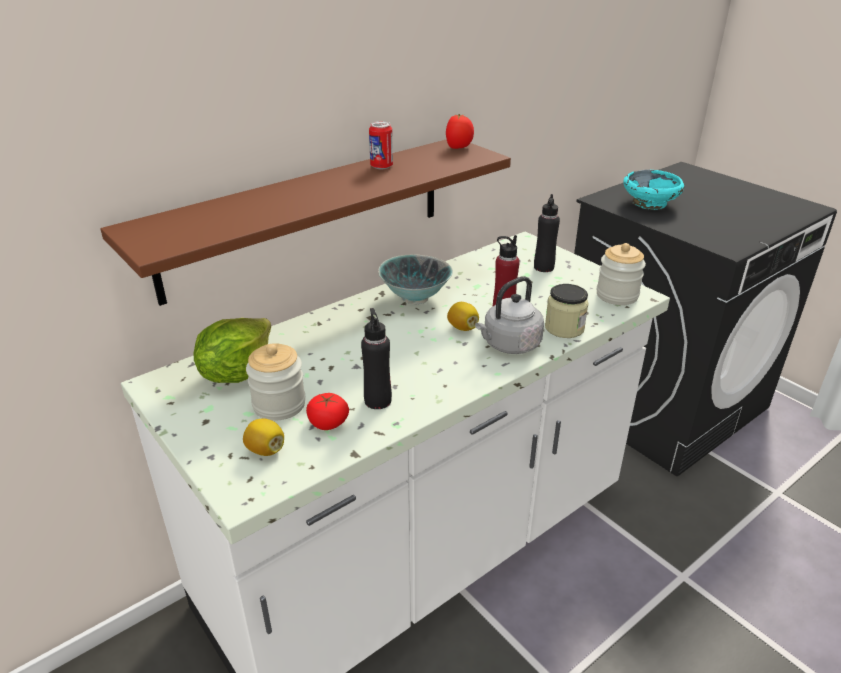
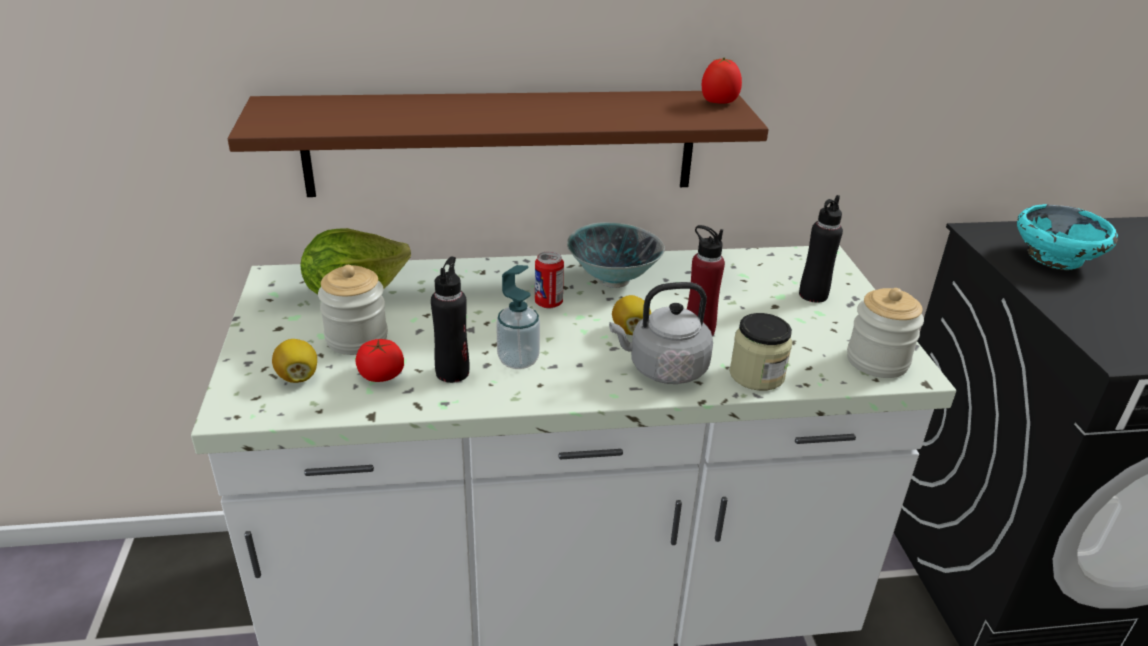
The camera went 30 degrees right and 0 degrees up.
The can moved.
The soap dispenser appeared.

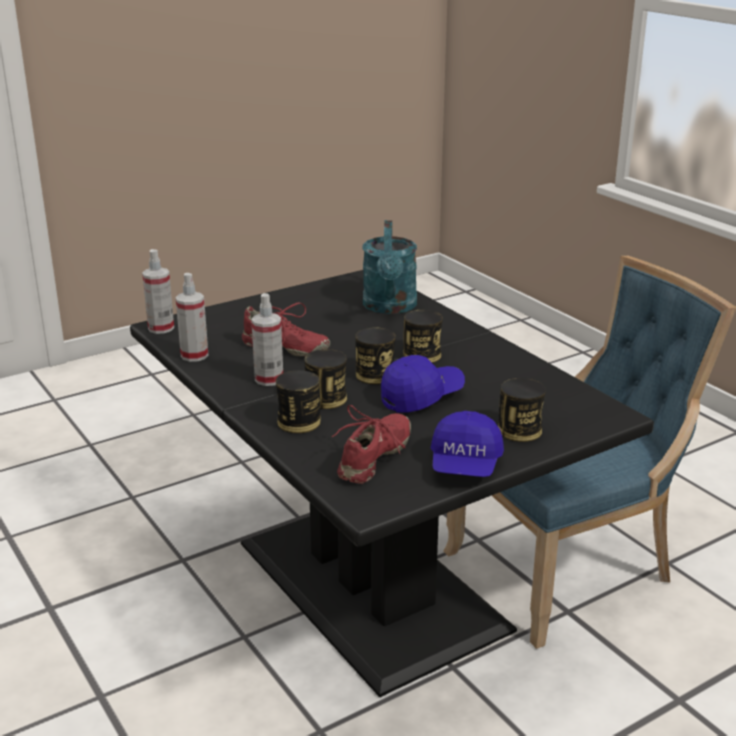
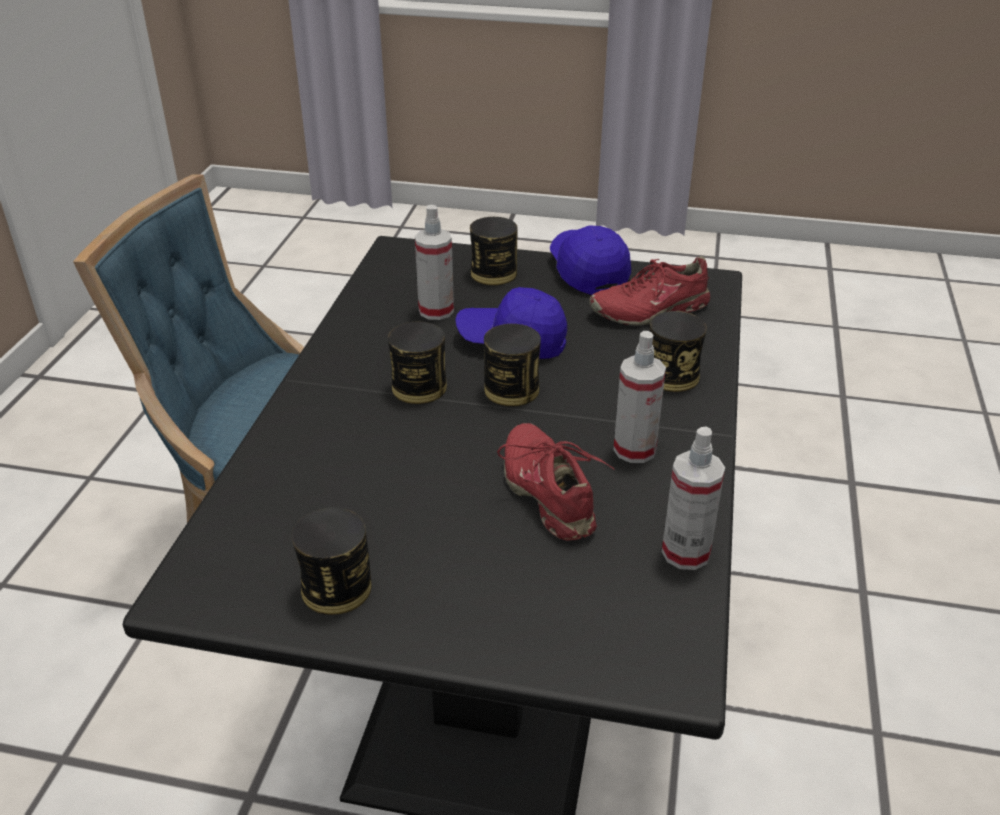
The camera went 135 degrees left and 10 degrees up.
The spray bottle (no. 1 from left) moved.
The can (no. 2 from left in the first image) moved.
The watering can/turquoise disappeared.
The cap/blue (no. 2 from left) turned 75 degrees counterclockwise.

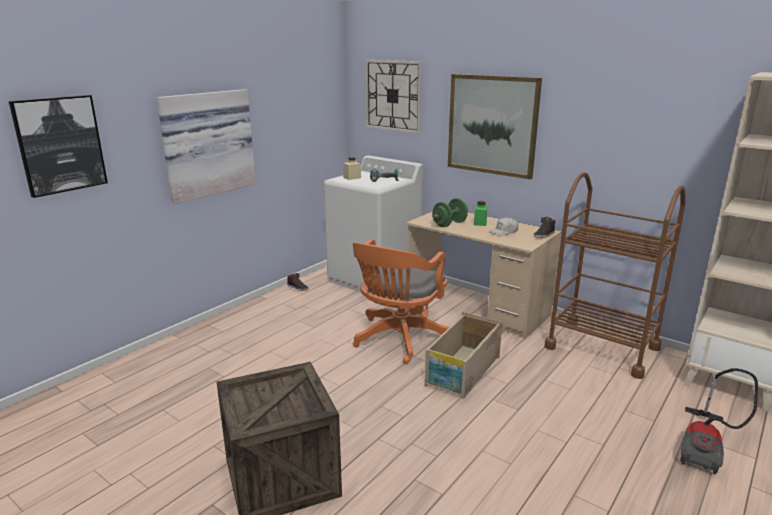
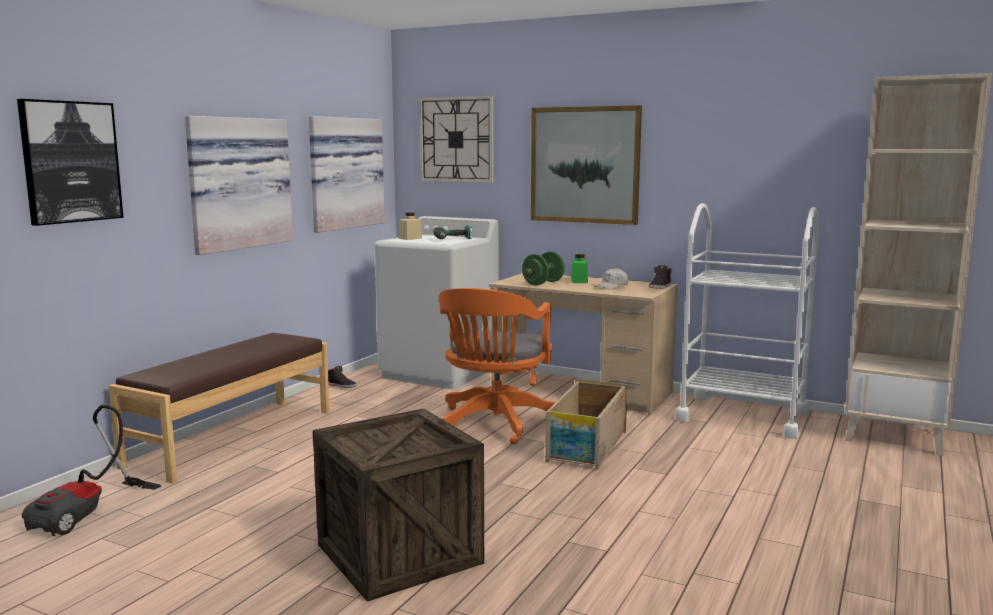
The camera went 10 degrees left and 10 degrees down.
The cart/brown became the cart/white.
The vacuum cleaner moved.
The bench/brown appeared.
The picture (no. 3 from left) appeared.

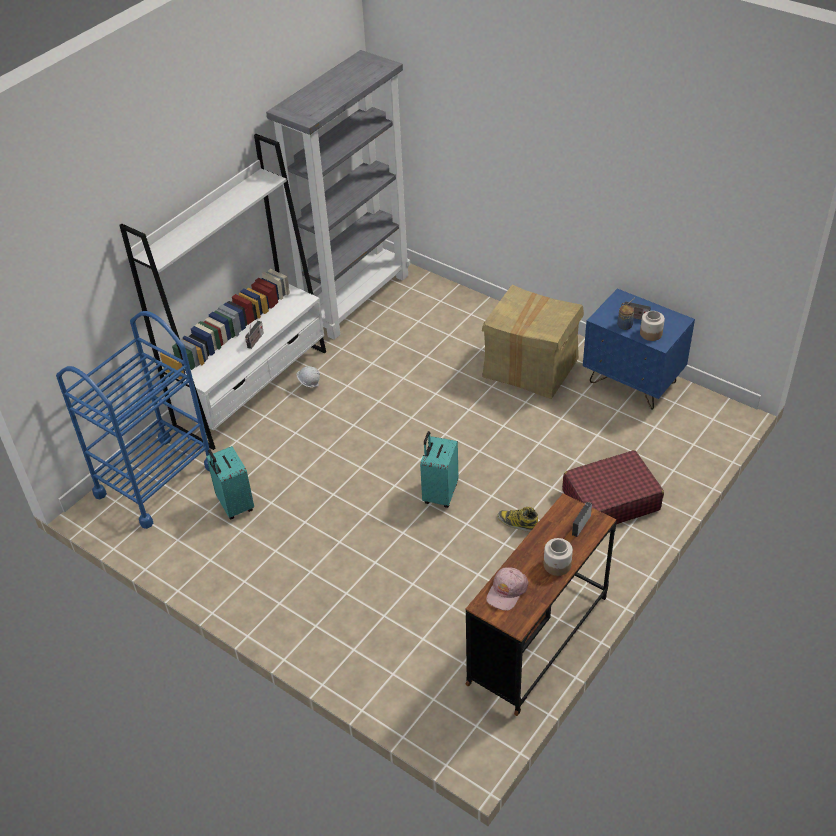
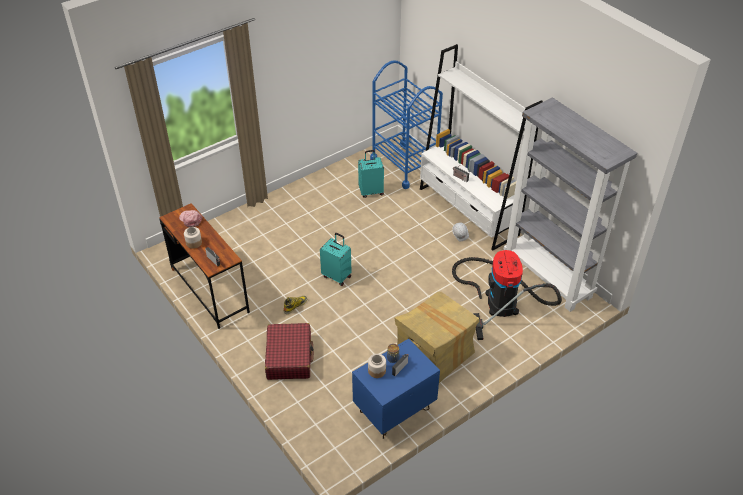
The camera went 105 degrees right and 0 degrees up.
The vacuum cleaner appeared.

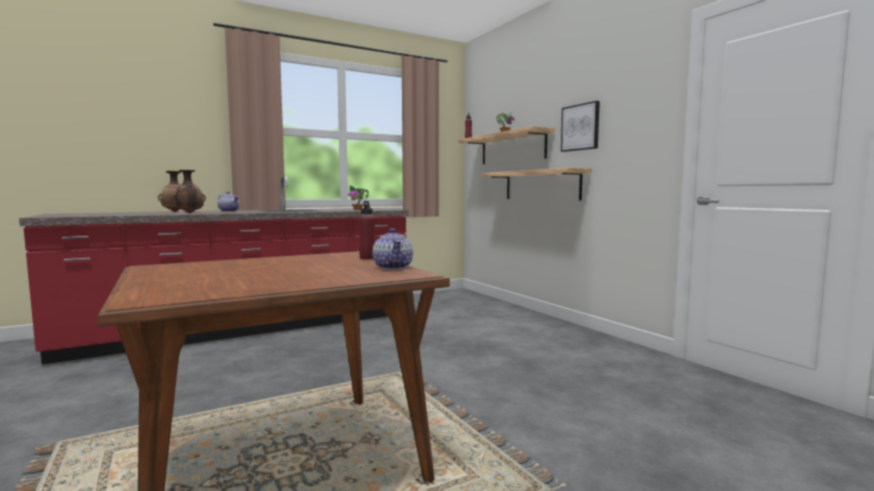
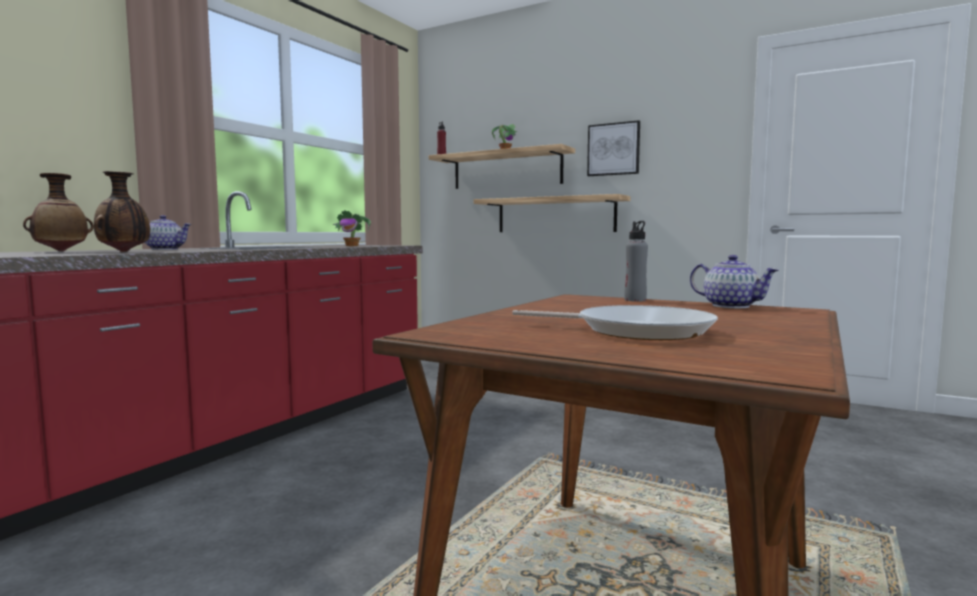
The camera went 30 degrees left and 0 degrees up.
The bottle/red (no. 1 from left) became the bottle/grey.
The frying pan appeared.

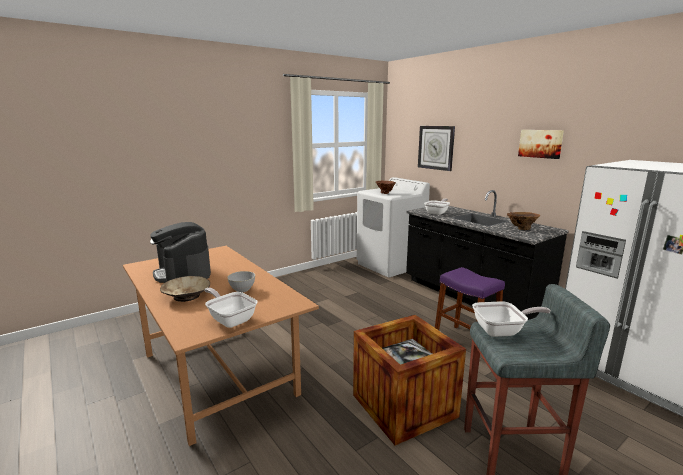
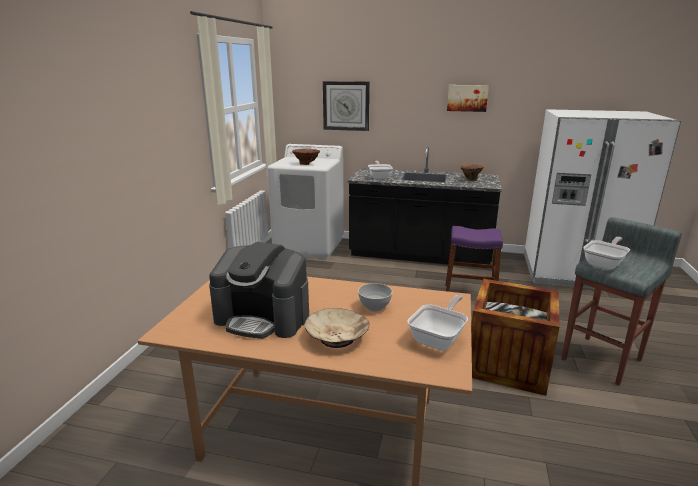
The camera went 40 degrees left and 5 degrees up.
The frying pan (no. 1 from left in the first image) turned 120 degrees clockwise.

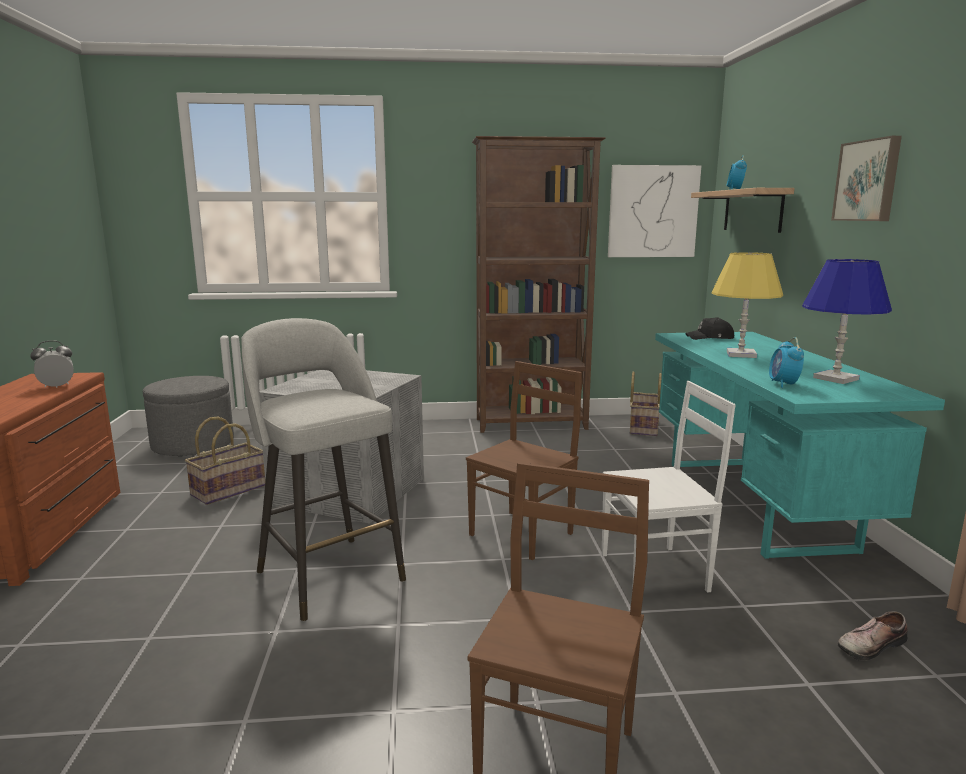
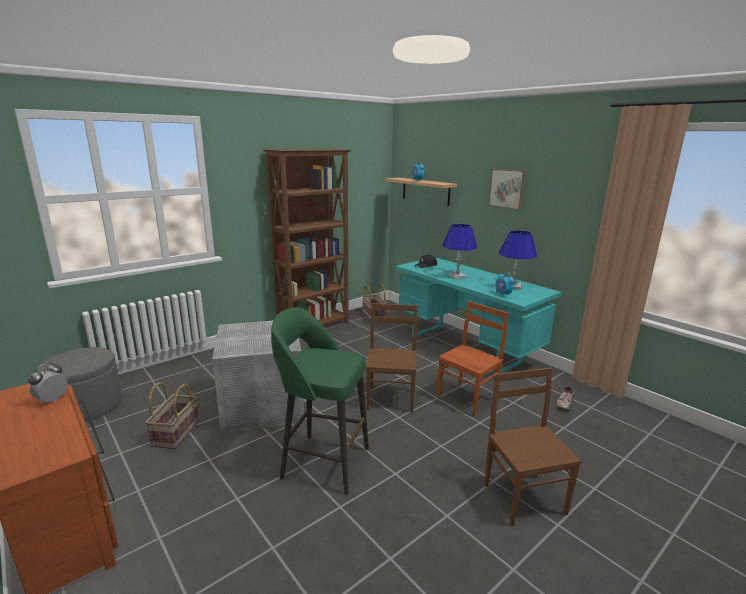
The camera went 35 degrees left and 5 degrees up.
The stool/grey became the stool/green.
The chair/white became the chair/brown (no. 2 from left).
The picture (no. 1 from left) disappeared.
The table lamp/yellow became the table lamp/blue (no. 1 from left).

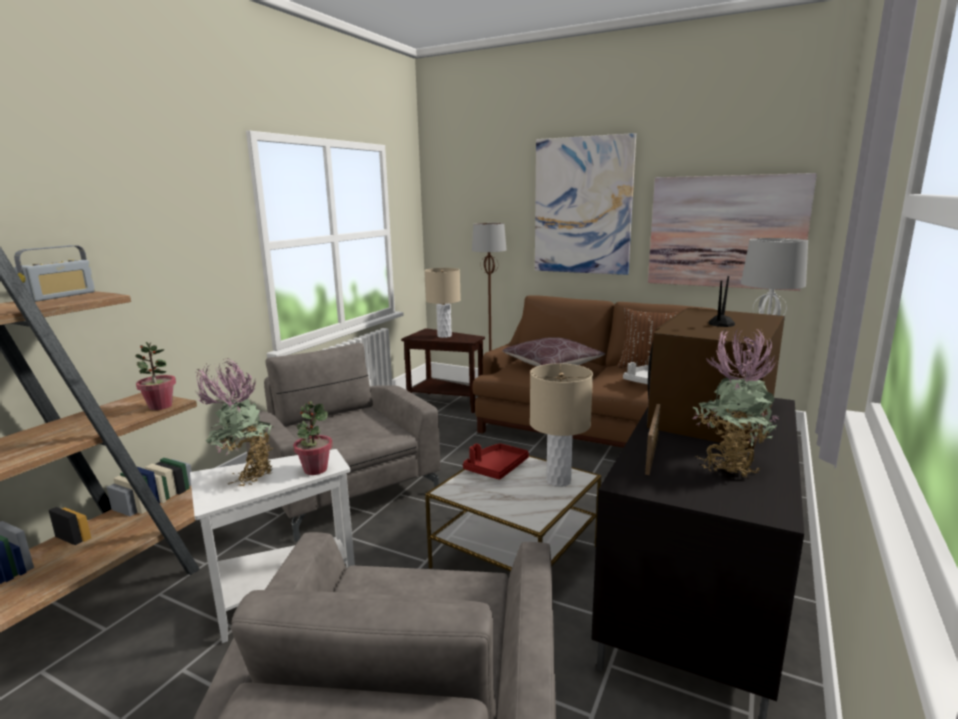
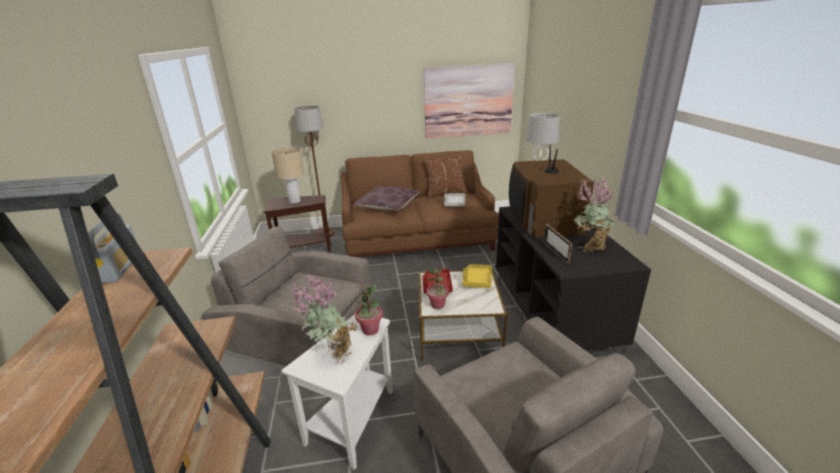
The camera went 35 degrees left and 10 degrees up.
The potted plant (no. 1 from left in the first image) moved.
The table lamp/beige (no. 2 from left) was replaced by the tray/yellow.
The picture (no. 1 from left) disappeared.

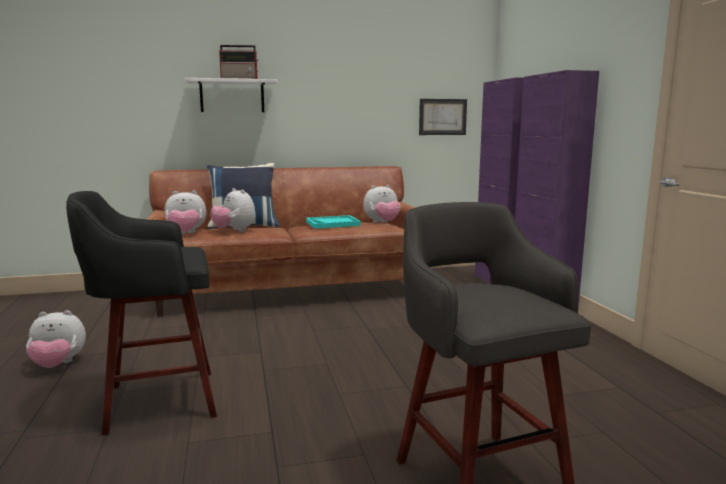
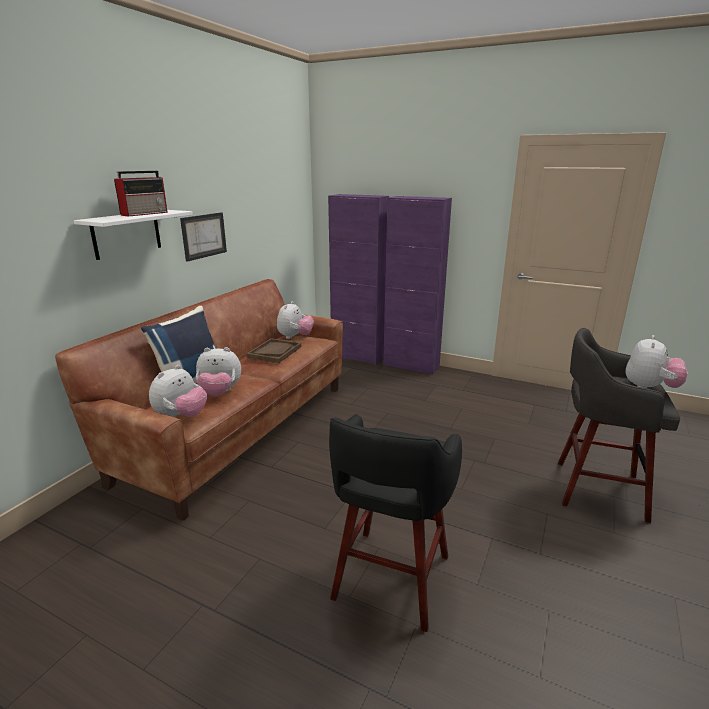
The camera went 50 degrees left and 10 degrees up.
The plush toy (no. 1 from left in the first image) moved.
The tray/turquoise became the tray/brown.
The picture moved.

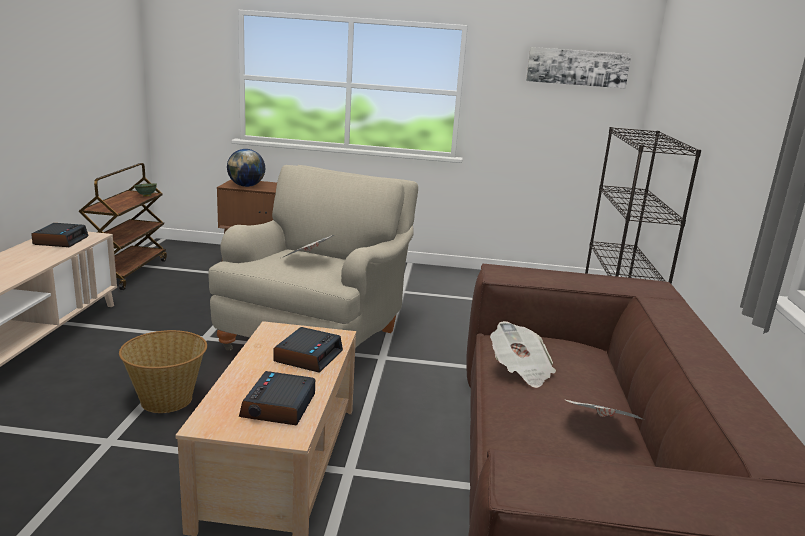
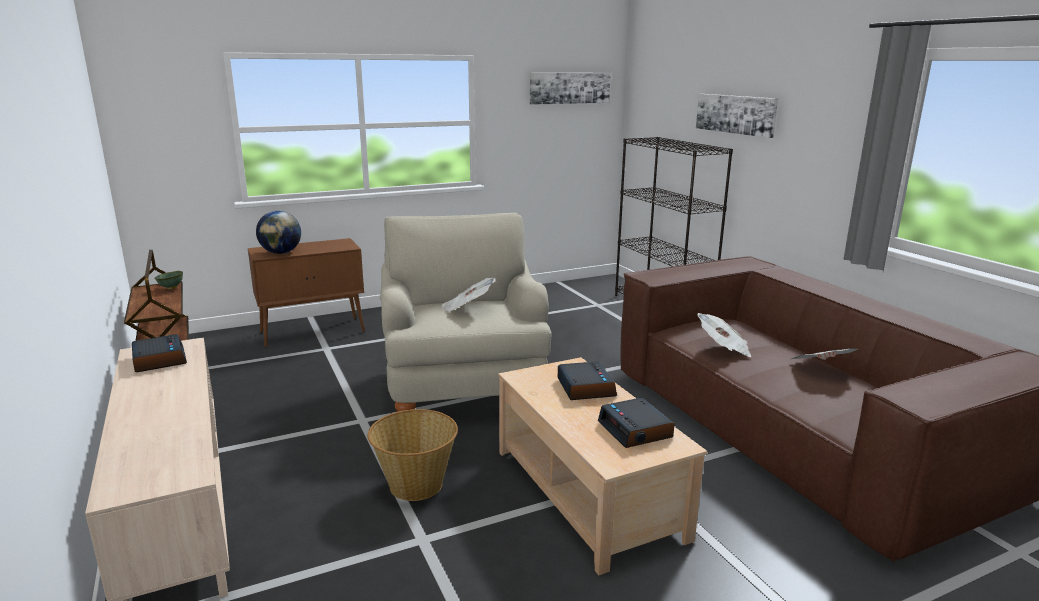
The camera went 30 degrees left and 0 degrees up.
The picture (no. 2 from left) appeared.

